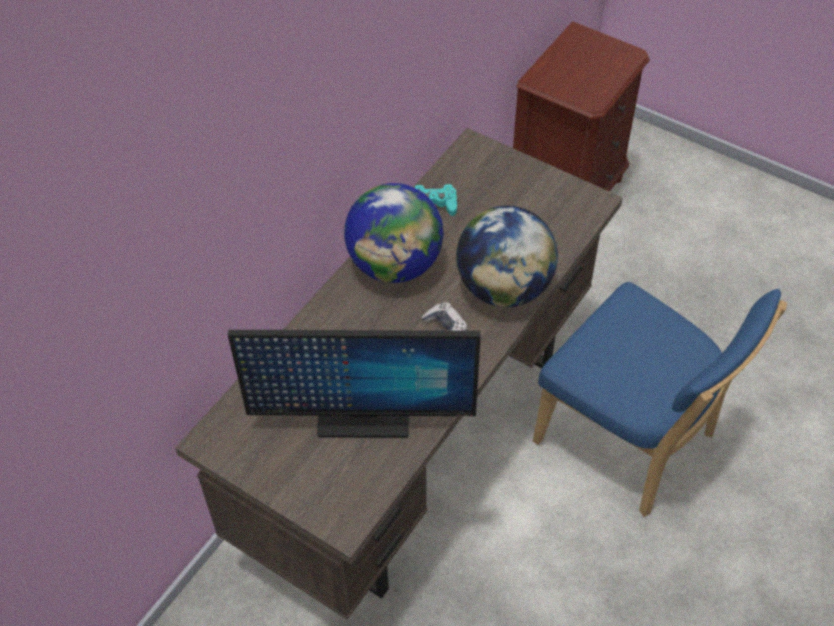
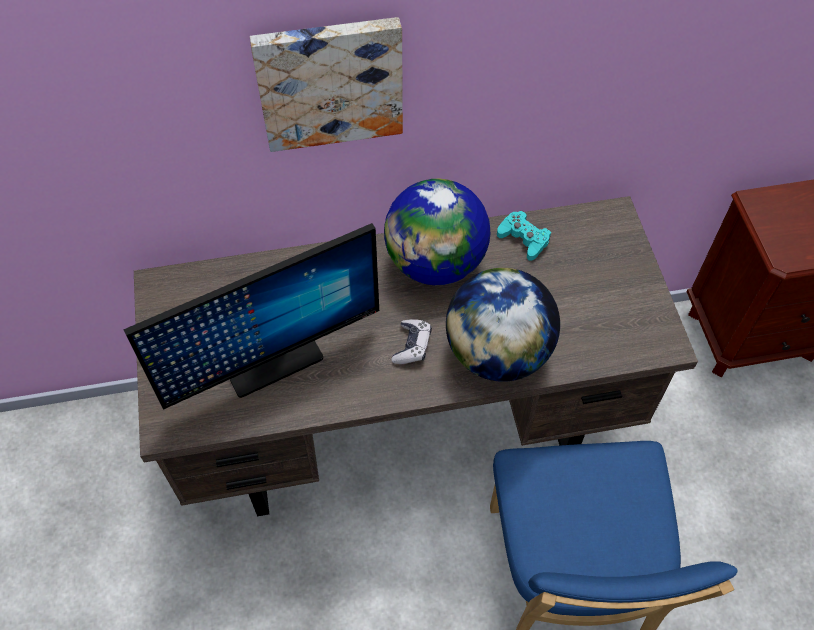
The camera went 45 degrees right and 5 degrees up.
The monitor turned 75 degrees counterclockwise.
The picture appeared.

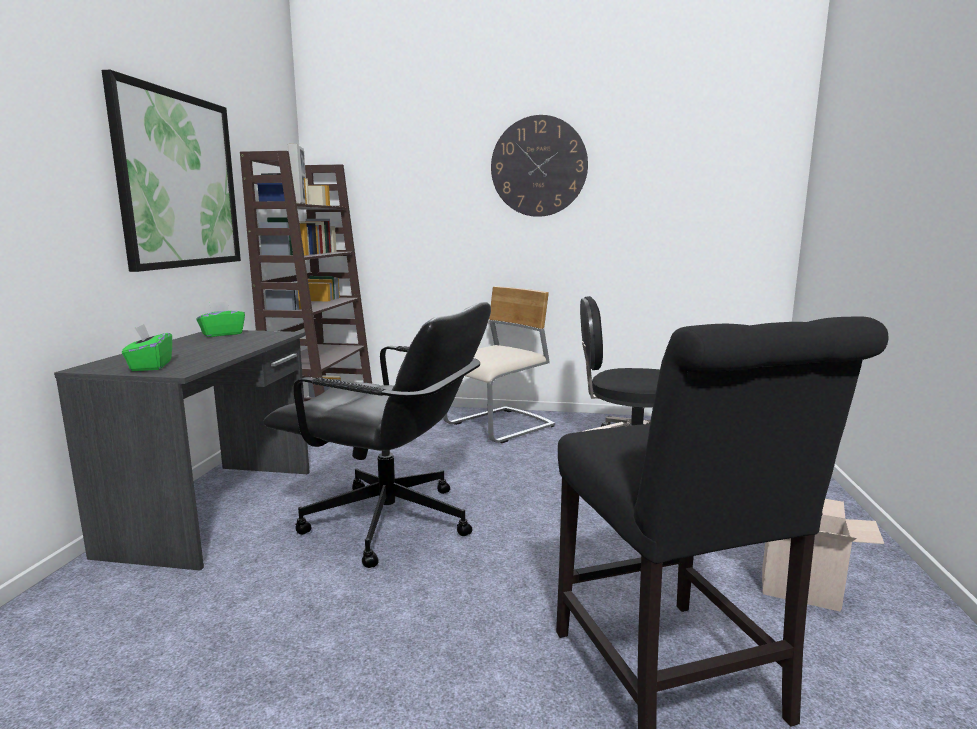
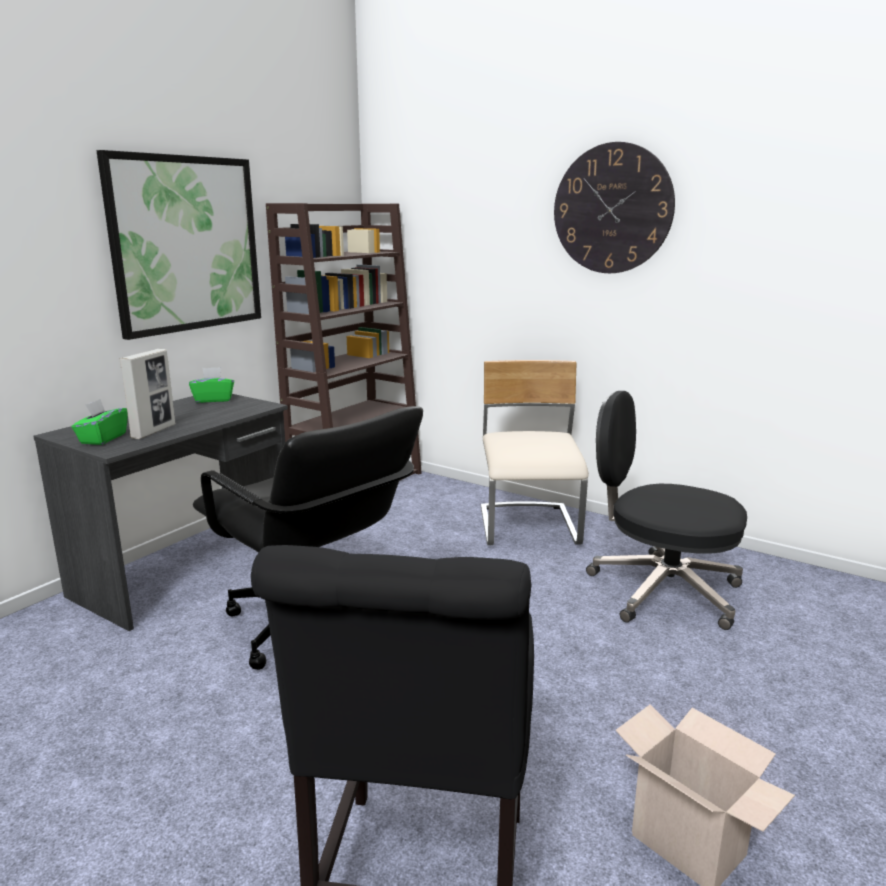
The camera went 25 degrees right and 5 degrees up.
The picture frame moved.
The chair/beige turned 75 degrees counterclockwise.

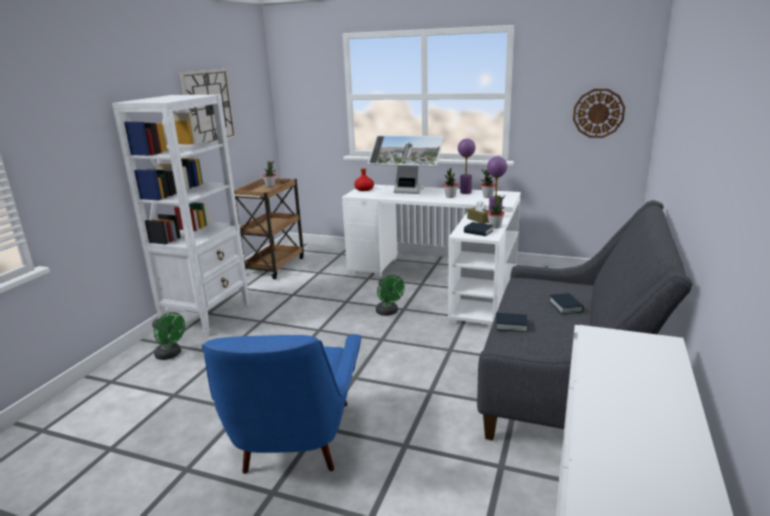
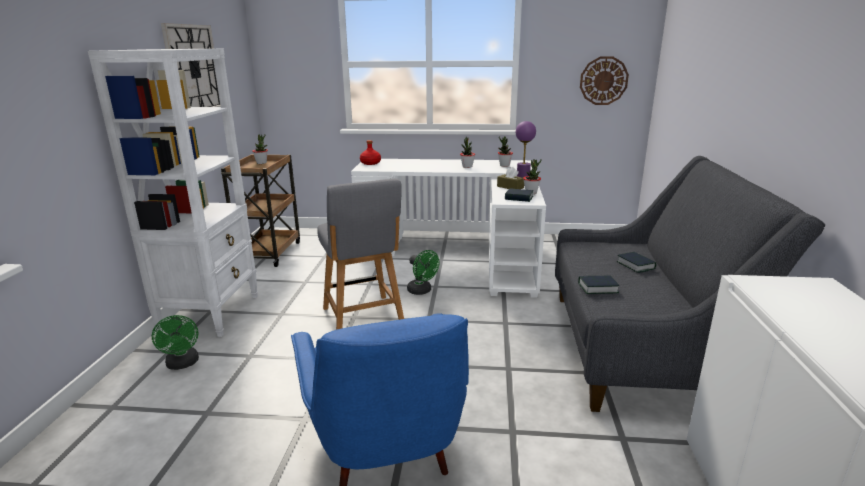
The camera went 15 degrees left and 0 degrees up.
The fan/green (no. 1 from left) turned 45 degrees clockwise.
The monitor disappeared.
The table lamp/purple (no. 1 from left) disappeared.
The chair/grey appeared.

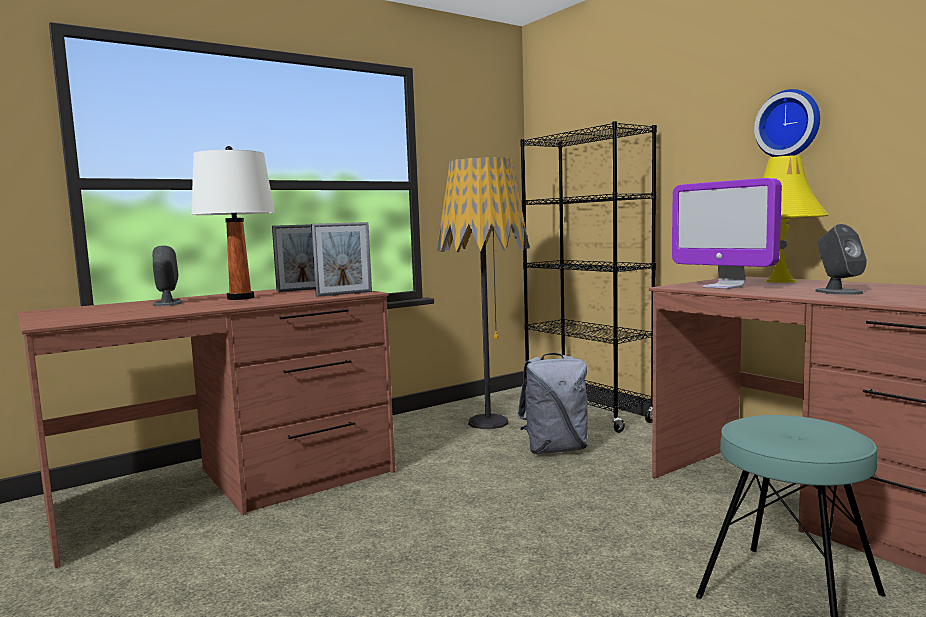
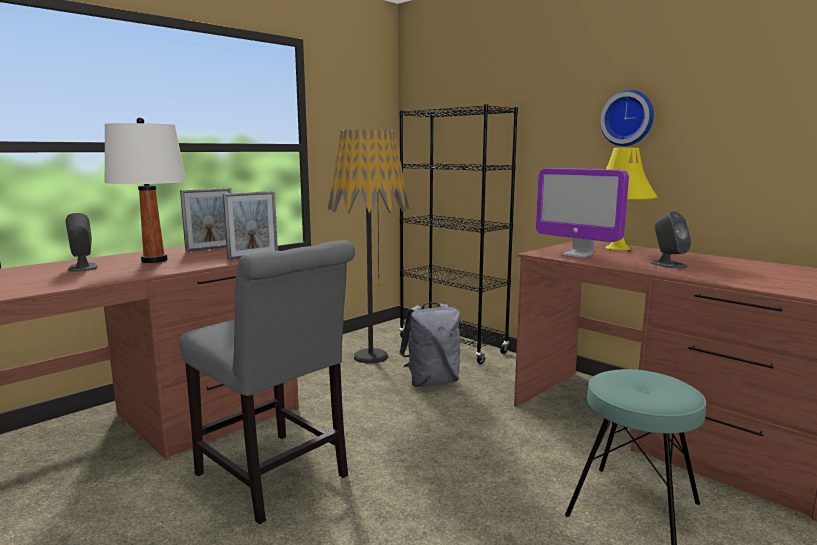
The camera went 10 degrees left and 5 degrees up.
The chair/grey appeared.

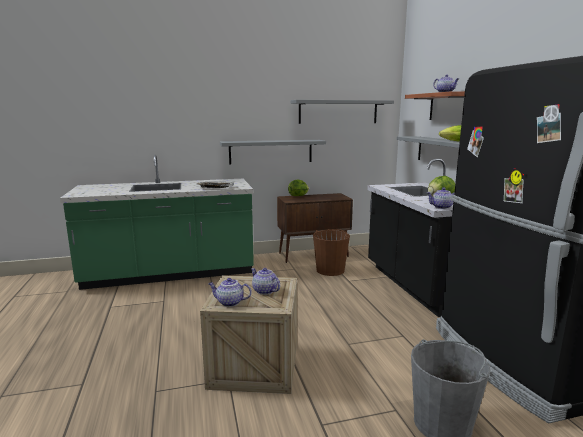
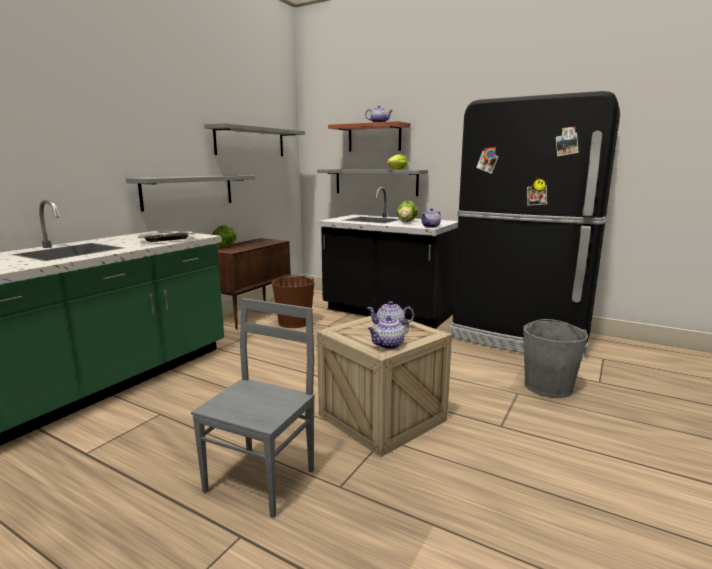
The camera went 45 degrees left and 0 degrees up.
The chair/grey appeared.

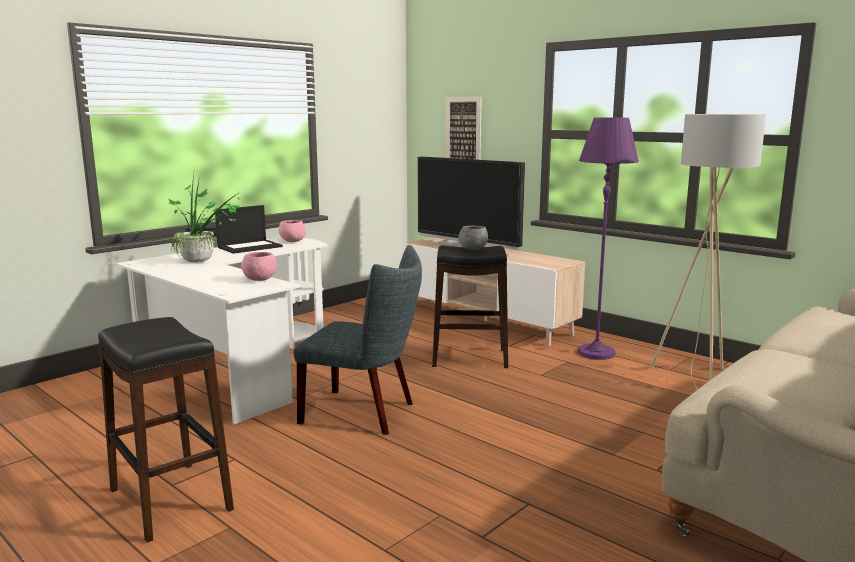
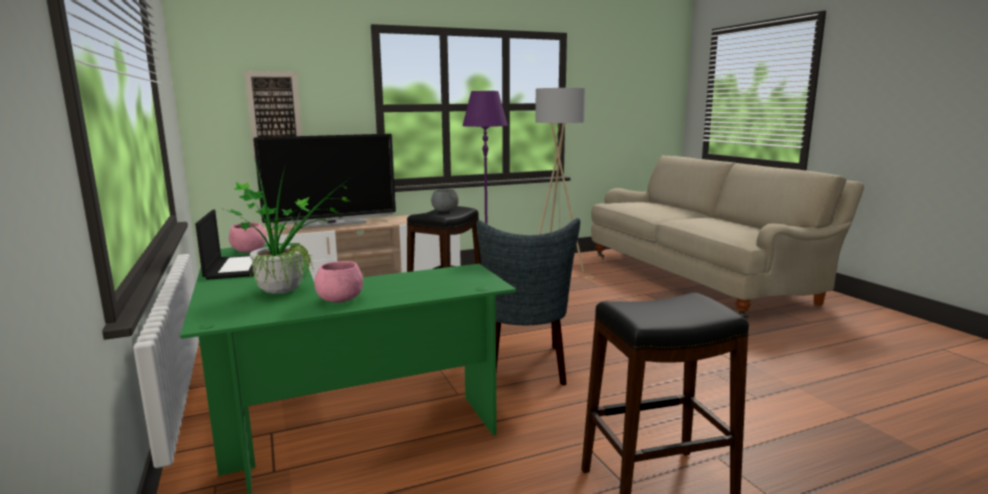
The camera went 65 degrees left and 0 degrees up.
The desk/white became the desk/green.
The bowl/pink (no. 1 from left in the first image) moved.
The chair/grey turned 135 degrees clockwise.

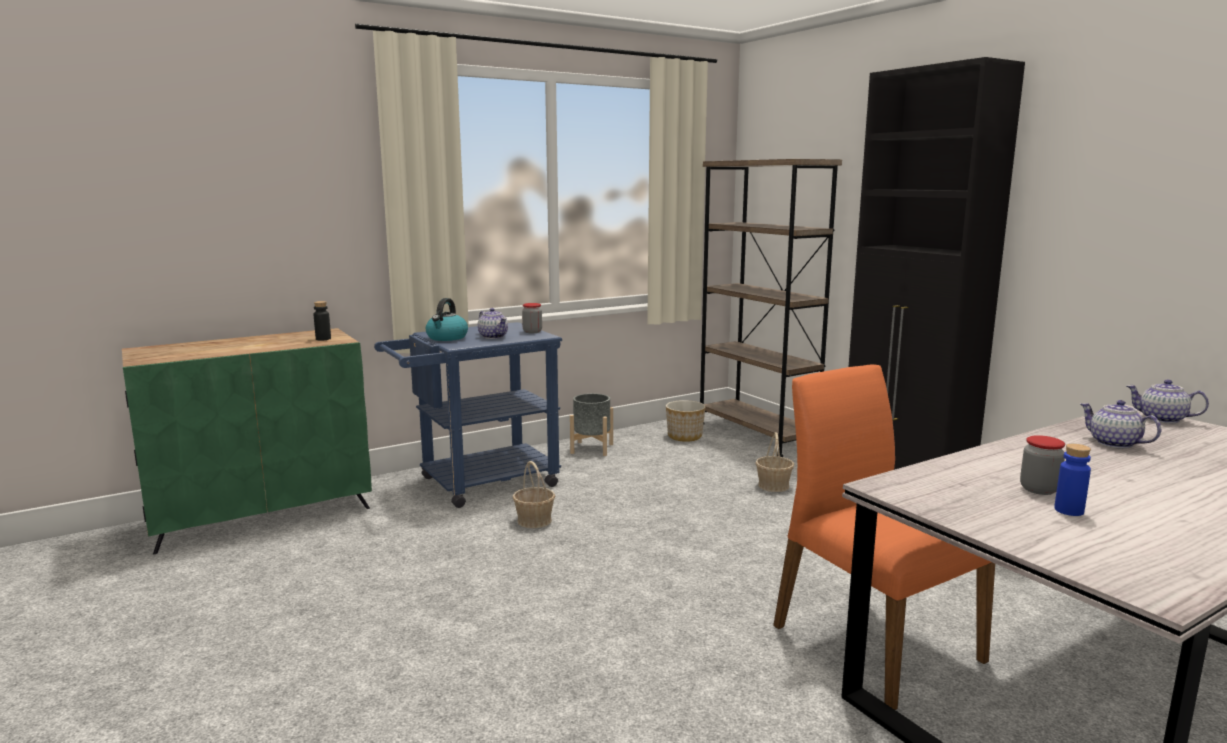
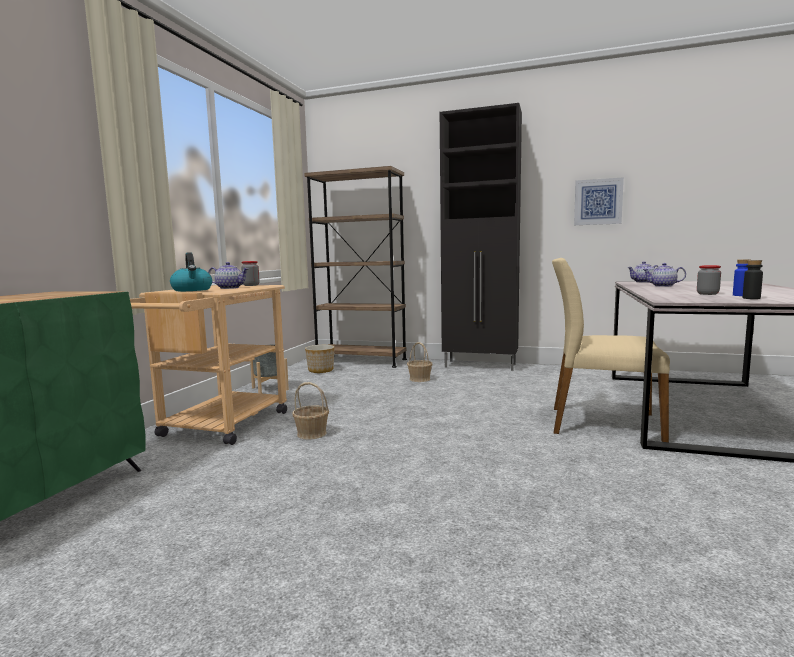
The camera went 40 degrees left and 5 degrees down.
The bottle/black moved.
The cart/blue became the cart/beige.
The chair/orange became the chair/beige.
The picture appeared.

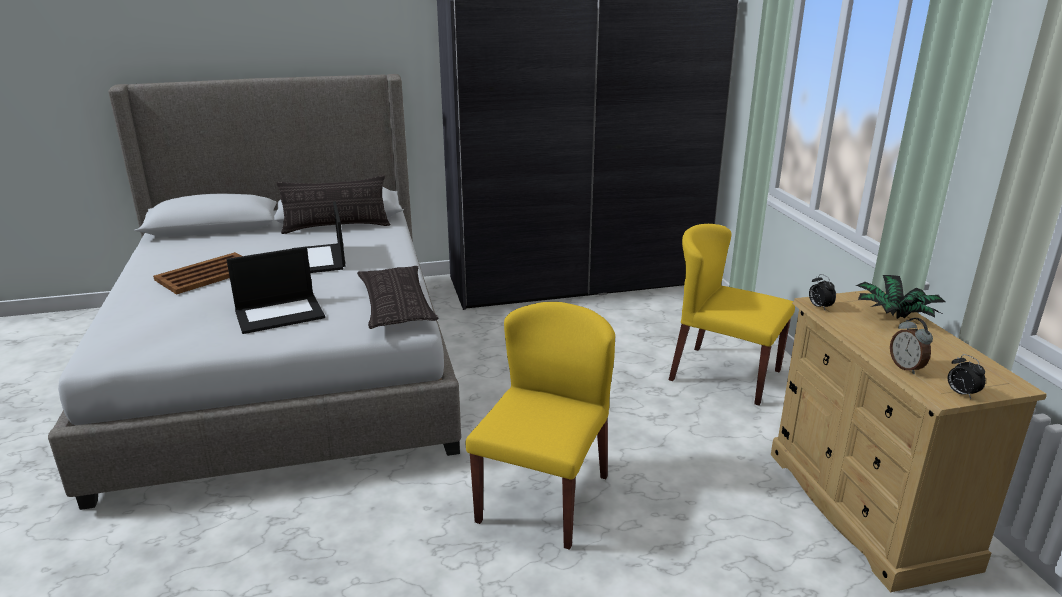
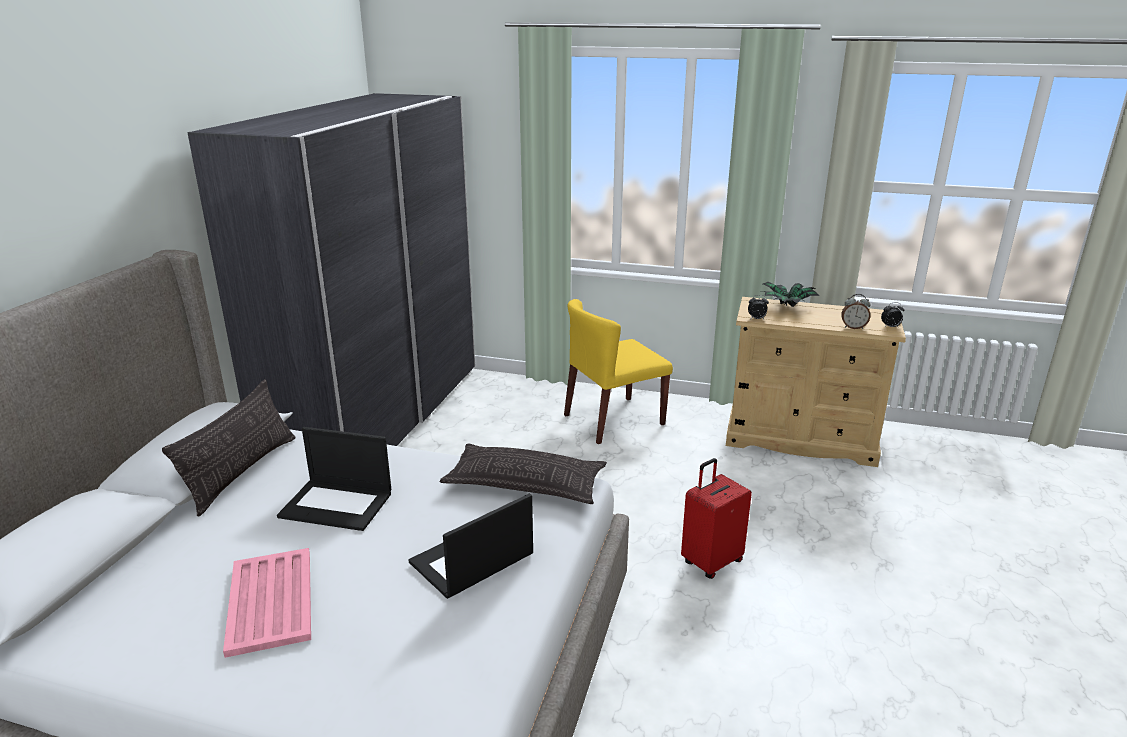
The camera went 60 degrees left and 0 degrees up.
The tray/brown became the tray/pink.
The laptop (no. 1 from left in the first image) turned 135 degrees counterclockwise.
The chair/yellow (no. 1 from left) was replaced by the suitcase/red.

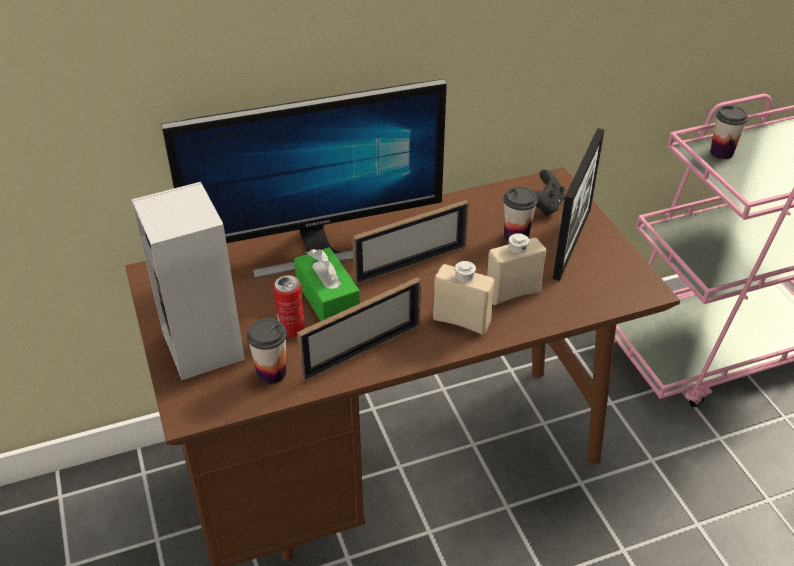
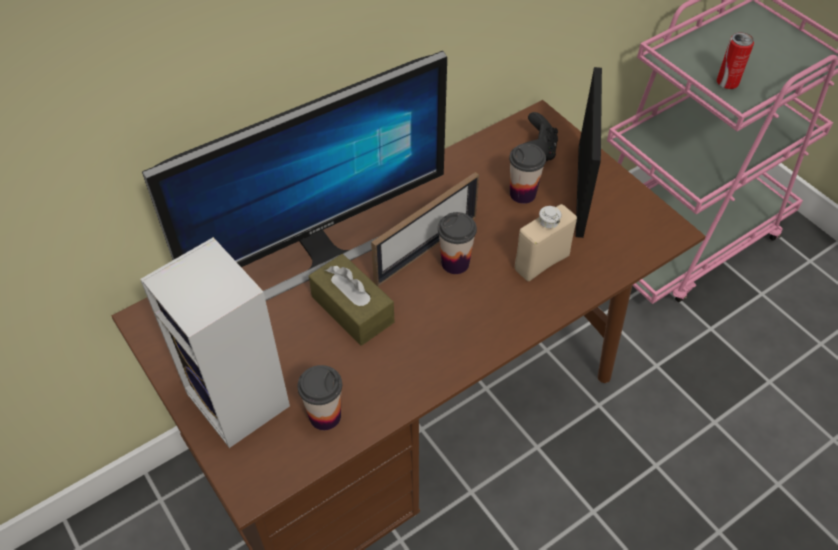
The camera went 15 degrees left and 10 degrees up.
The can moved.
The tissue box/green became the tissue box/brown.
The picture frame (no. 1 from left) disappeared.
The bottle/beige (no. 1 from left) disappeared.
The cup (no. 3 from left in the first image) moved.

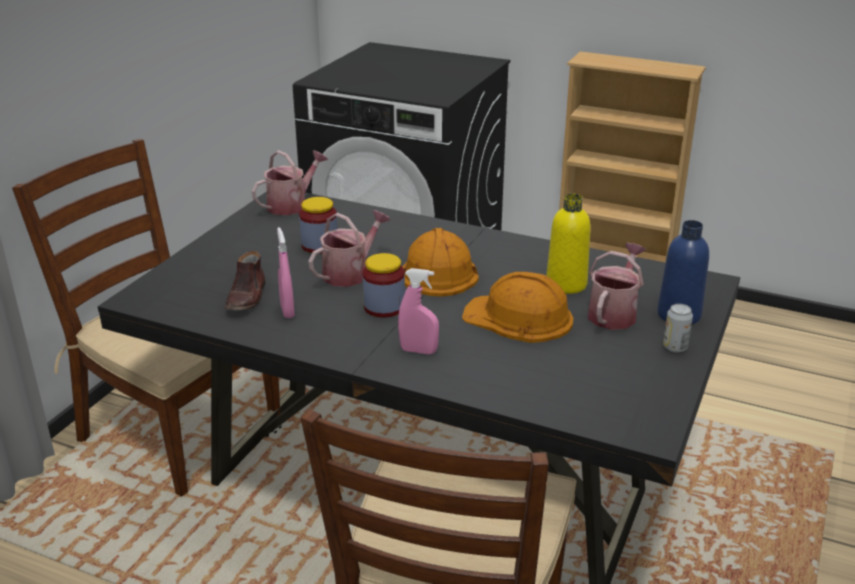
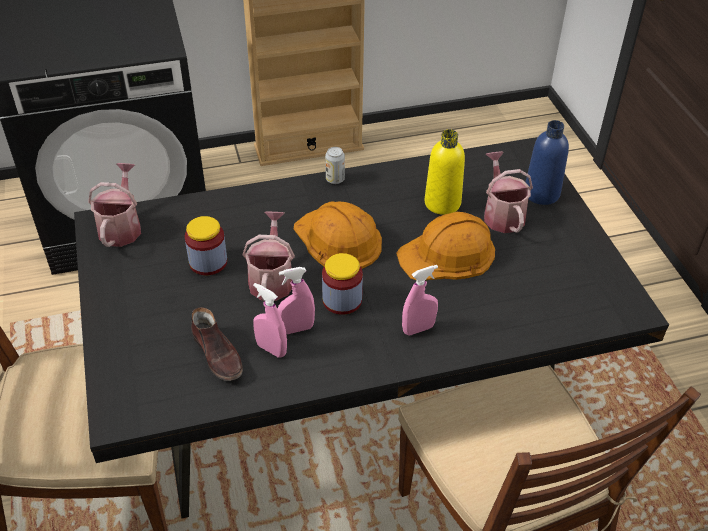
The camera went 40 degrees left and 15 degrees up.
The can moved.
The spray bottle/pink (no. 2 from left) appeared.

